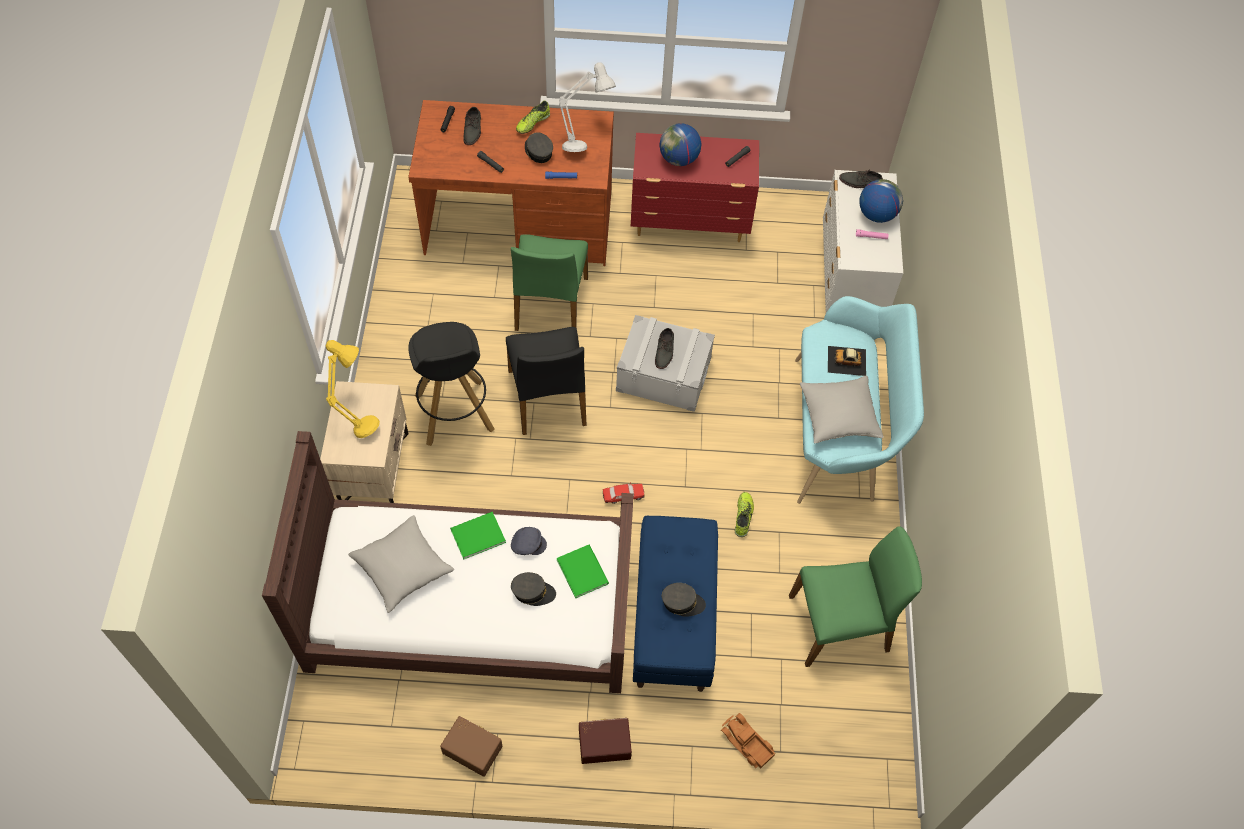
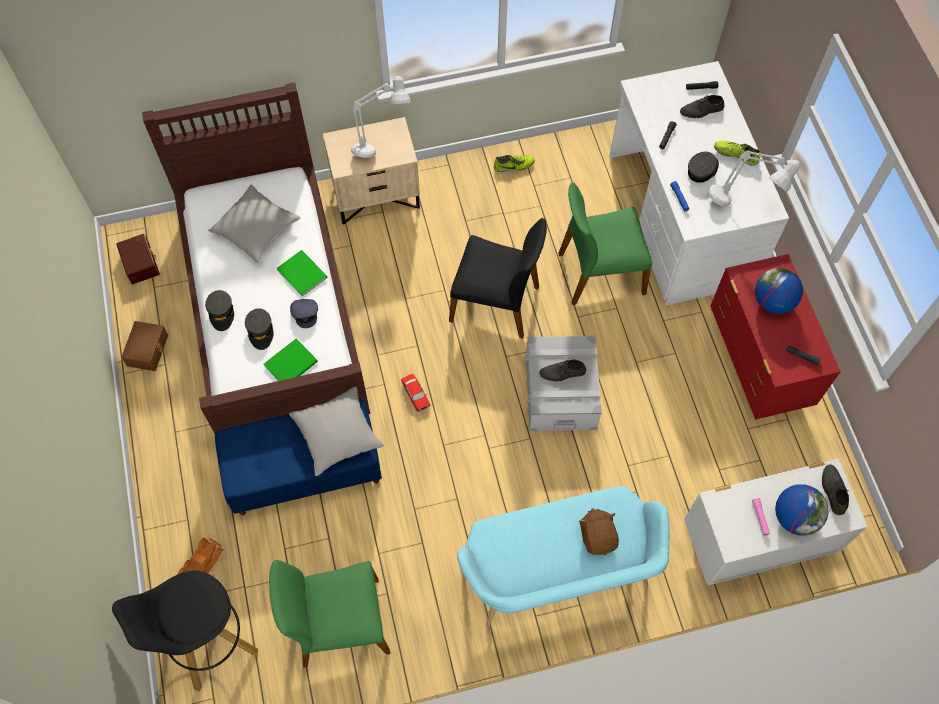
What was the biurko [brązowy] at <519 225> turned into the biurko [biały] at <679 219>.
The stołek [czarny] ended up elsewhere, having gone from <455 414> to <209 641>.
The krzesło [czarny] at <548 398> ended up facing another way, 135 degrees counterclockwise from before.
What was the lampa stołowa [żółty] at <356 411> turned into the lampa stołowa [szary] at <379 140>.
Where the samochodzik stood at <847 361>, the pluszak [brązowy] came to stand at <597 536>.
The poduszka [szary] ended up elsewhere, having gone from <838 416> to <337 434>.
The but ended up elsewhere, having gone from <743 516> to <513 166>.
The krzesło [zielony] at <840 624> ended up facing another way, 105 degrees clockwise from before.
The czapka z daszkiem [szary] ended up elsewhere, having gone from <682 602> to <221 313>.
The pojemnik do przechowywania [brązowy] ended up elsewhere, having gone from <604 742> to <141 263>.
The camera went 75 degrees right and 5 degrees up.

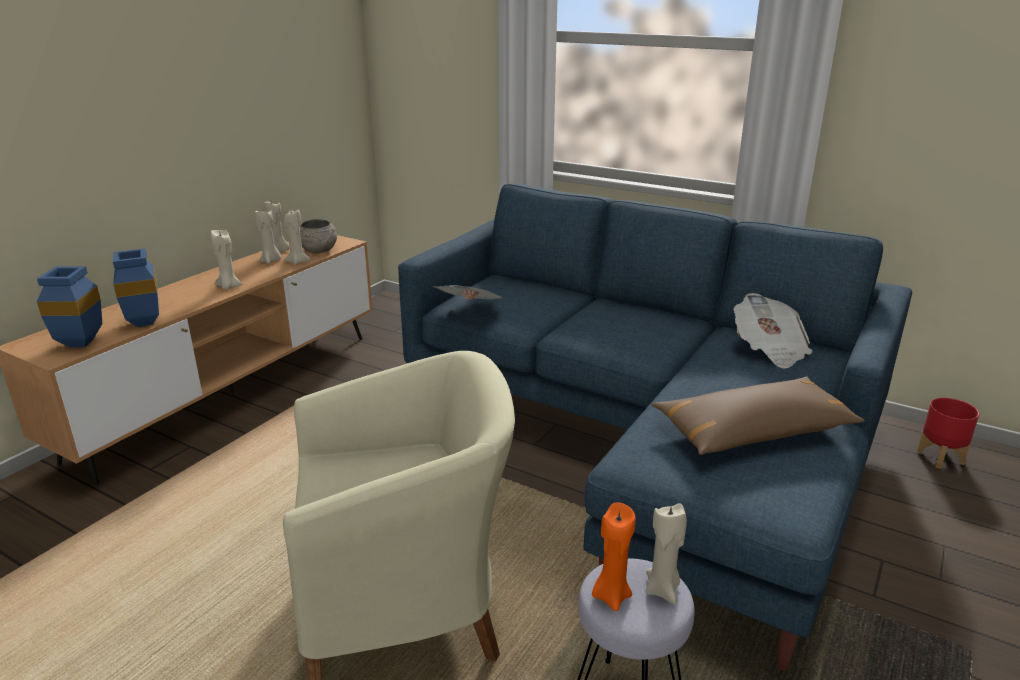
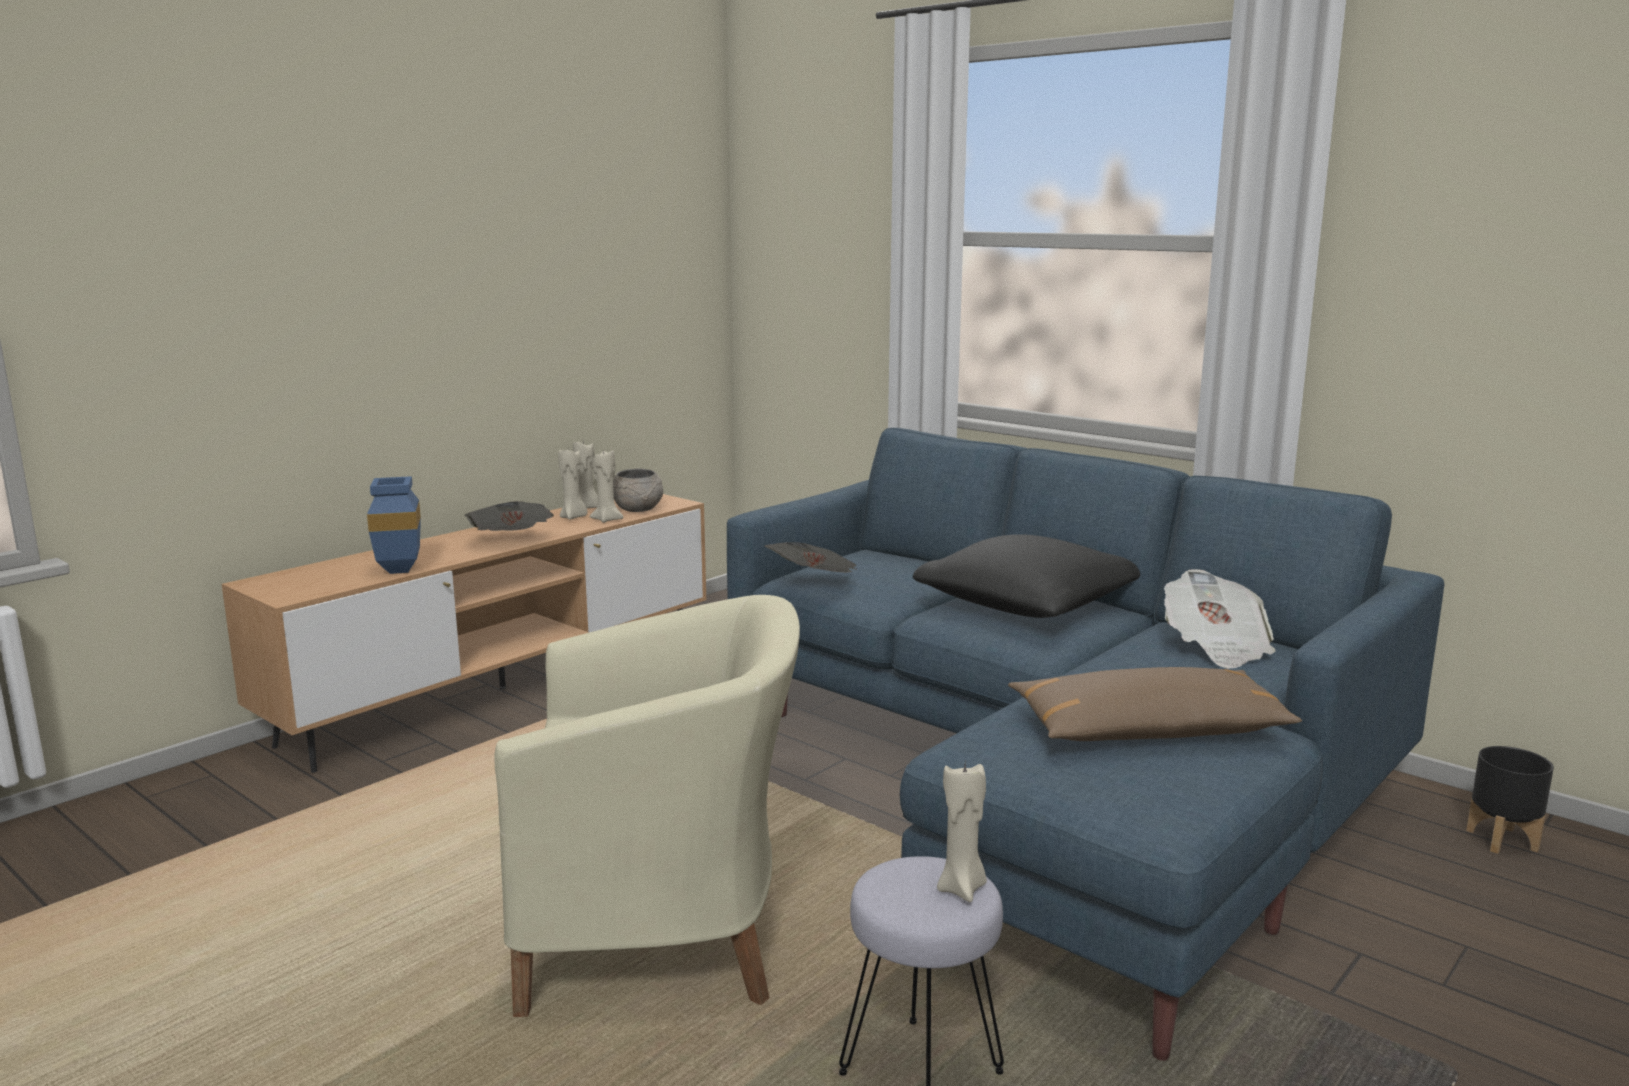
Where the świeca [beżowy] stood at <228 287>, the gazeta came to stand at <512 540>.
The second view lost the wazon [niebieski] at <81 345>.
What was the donica [czerwony] at <940 457> turned into the donica [czarny] at <1503 840>.
The second view lost the świeca [pomarańczowy] at <611 595>.
The second view gained the poduszka [czarny] at <1027 605>.
The camera went 10 degrees right and 10 degrees down.

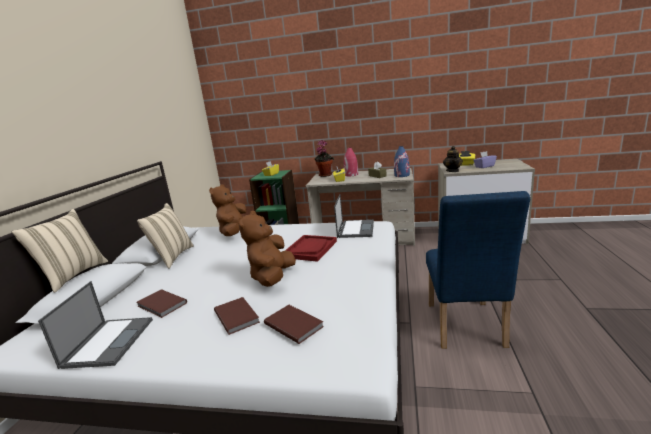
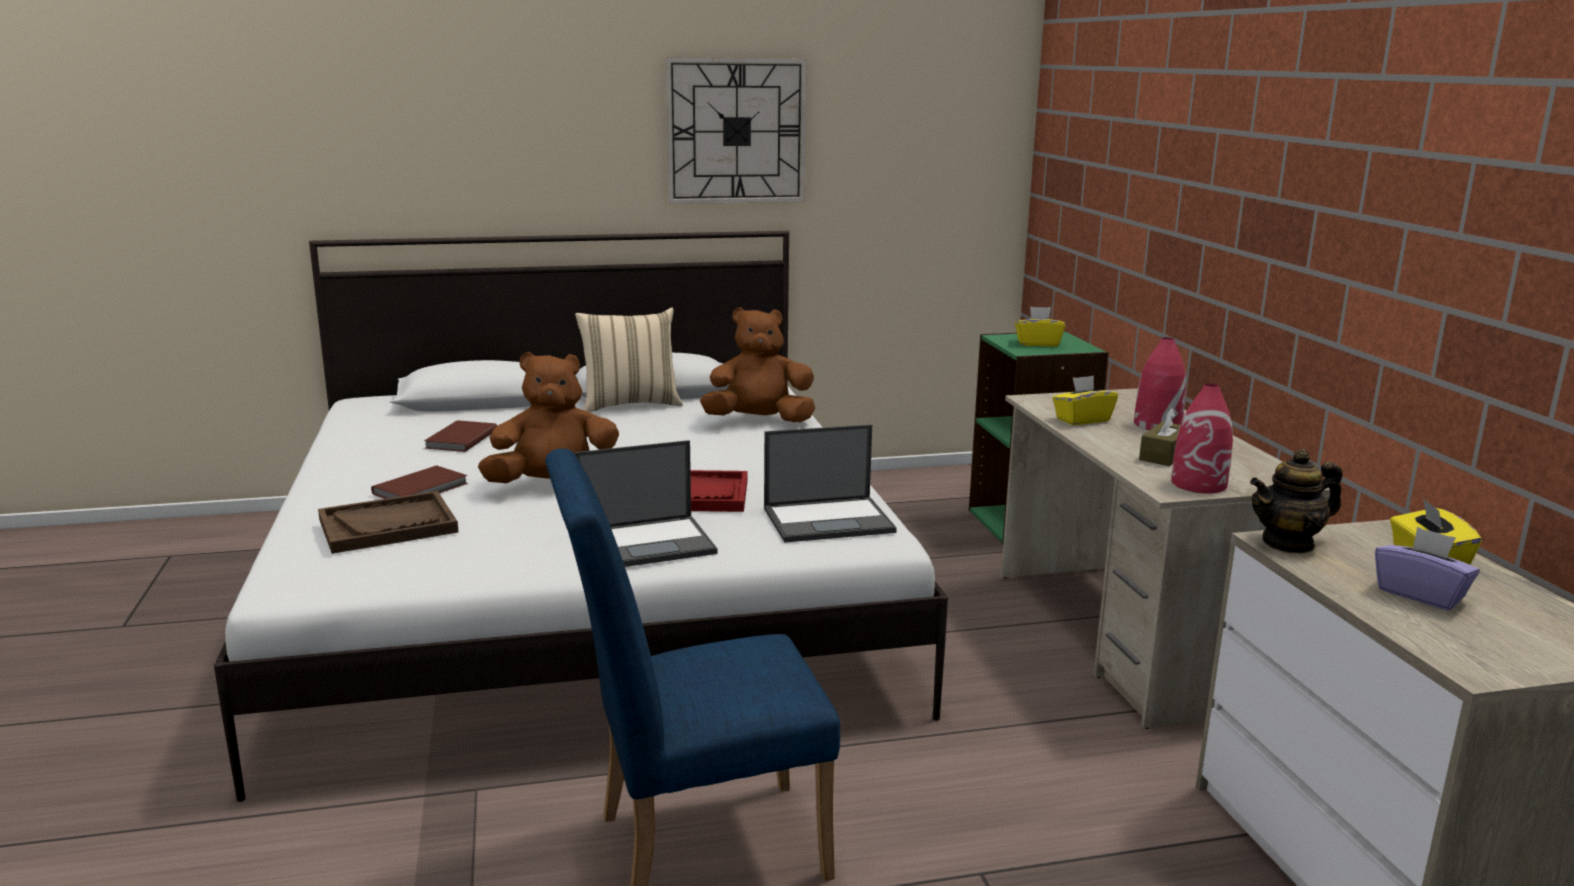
The second view lost the roślina doniczkowa at <325 175>.
What was the wazon [niebieski] at <402 175> turned into the wazon [czerwony] at <1199 484>.
The second view lost the poduszka [beżowy] at <73 276>.
The laptop ended up elsewhere, having gone from <109 341> to <648 543>.
Where the książka [brązowy] stood at <294 324>, the taca [brązowy] came to stand at <388 526>.
The second view gained the zegar ścienny at <736 131>.
The camera went 65 degrees right and 0 degrees up.

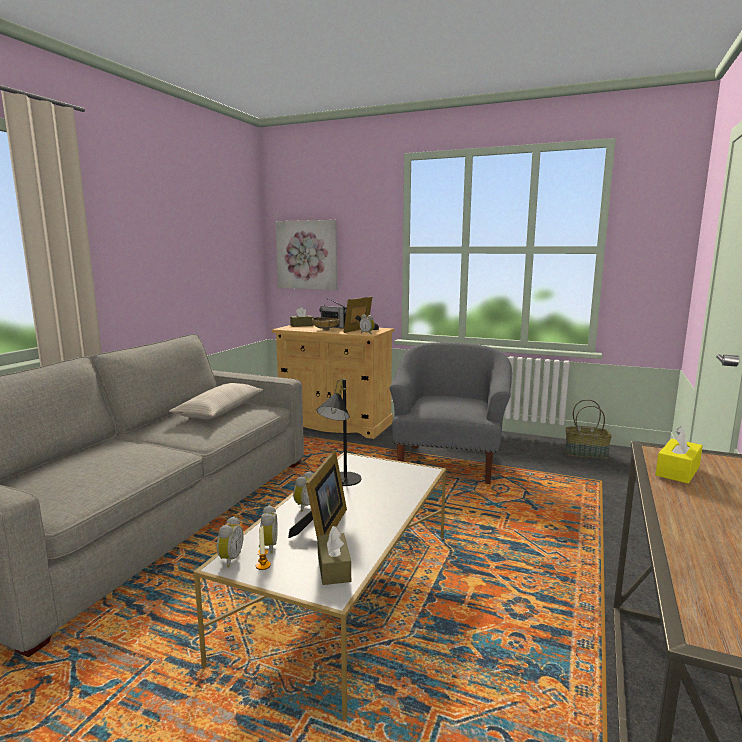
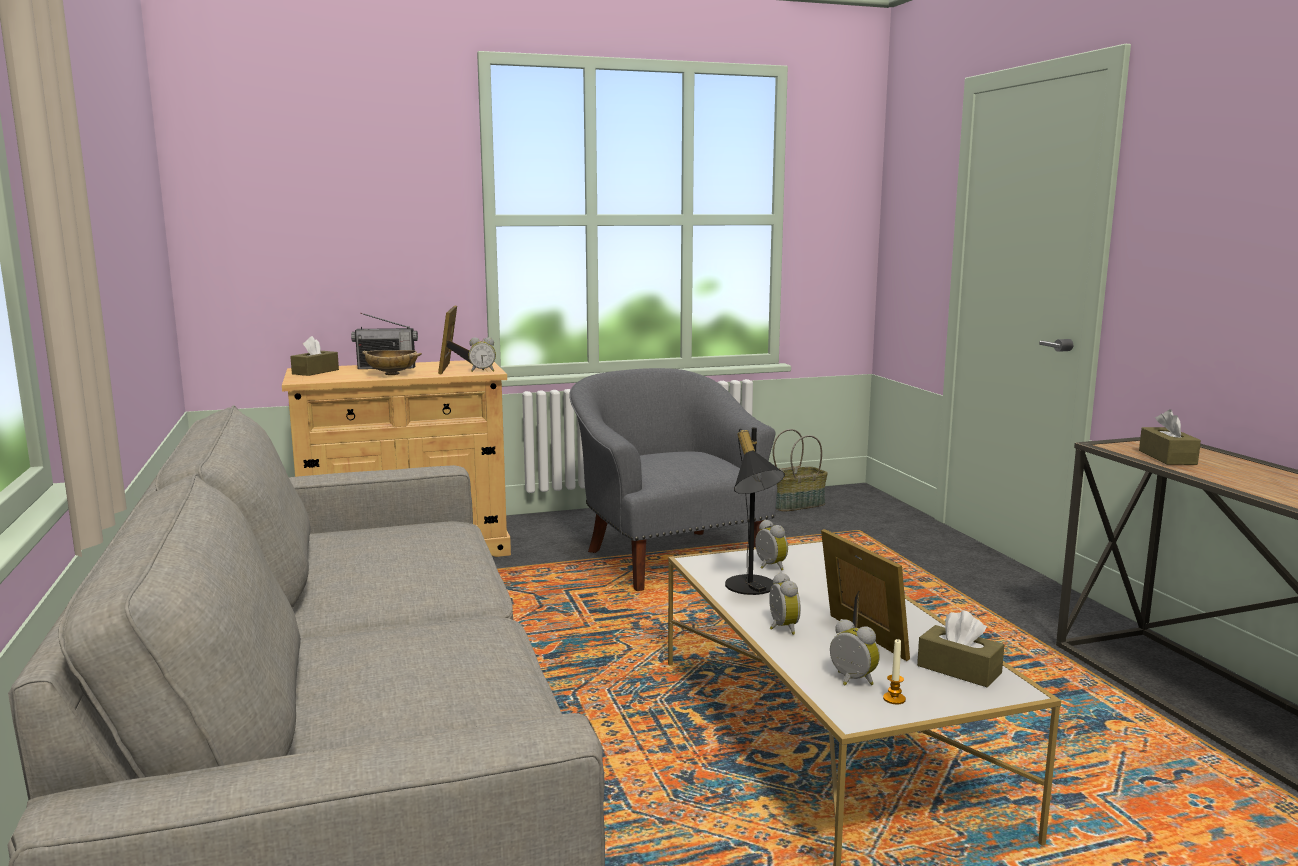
The second view lost the obraz at <307 255>.
The second view lost the poduszka [beżowy] at <220 410>.
What was the pudełko chusteczek [żółty] at <677 471> turned into the pudełko chusteczek [brązowy] at <1167 457>.
The budzik ended up elsewhere, having gone from <229 559> to <769 567>.
The camera went 40 degrees left and 0 degrees up.

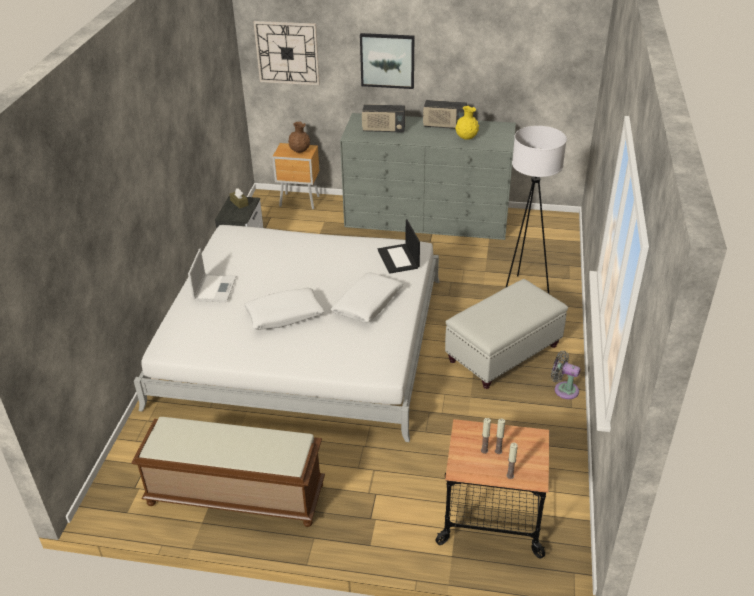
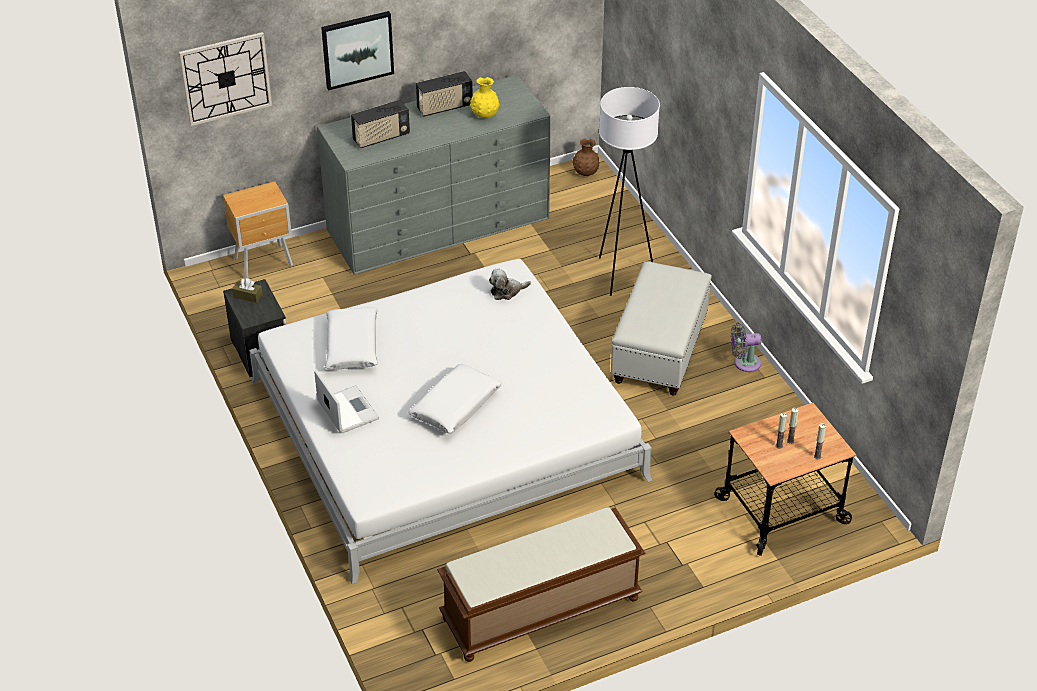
The wazon [brązowy] ended up elsewhere, having gone from <300 151> to <585 173>.
Where the laptop stood at <399 259>, the pluszak came to stand at <507 291>.
The poduszka [biały] ended up elsewhere, having gone from <368 304> to <352 345>.
The camera went 35 degrees left and 5 degrees up.

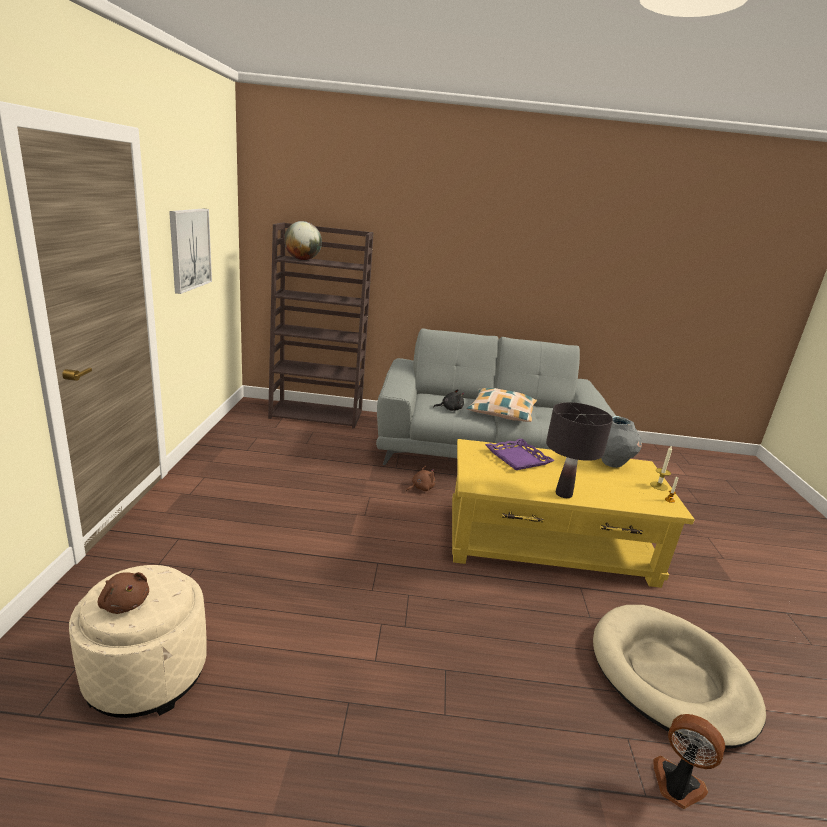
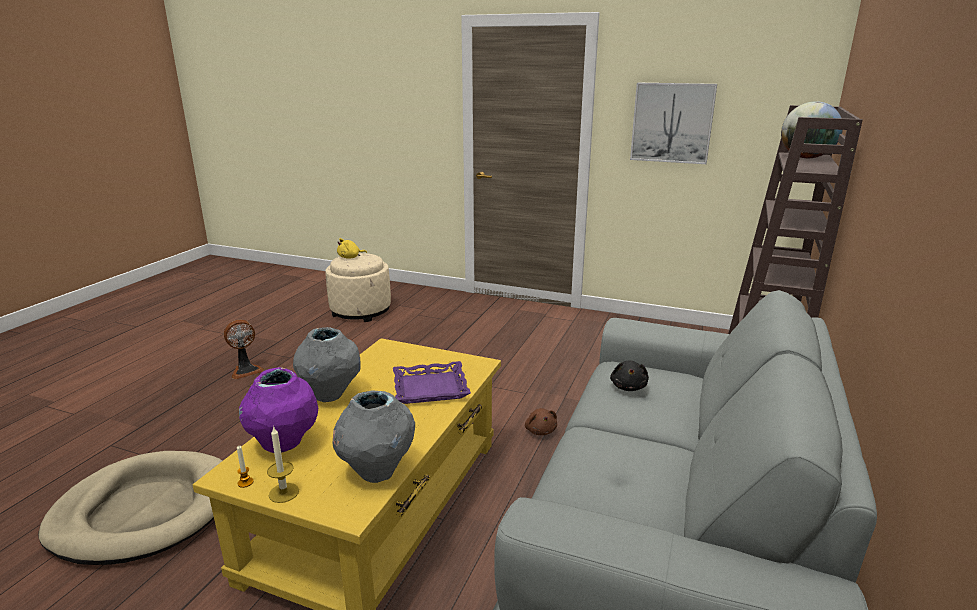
The second view lost the poduszka at <501 412>.
Where the lampa stołowa [czarny] stood at <564 494>, the wazon [szary] came to stand at <330 394>.
What was the pluszak [brązowy] at <124 603> turned into the pluszak [żółty] at <350 257>.
The wentylator ended up elsewhere, having gone from <676 786> to <246 370>.
The second view gained the wazon [fioletowy] at <284 444>.
The camera went 110 degrees right and 0 degrees up.

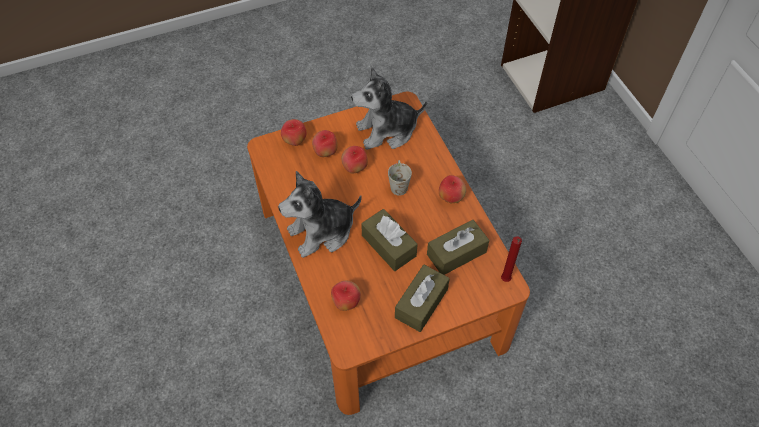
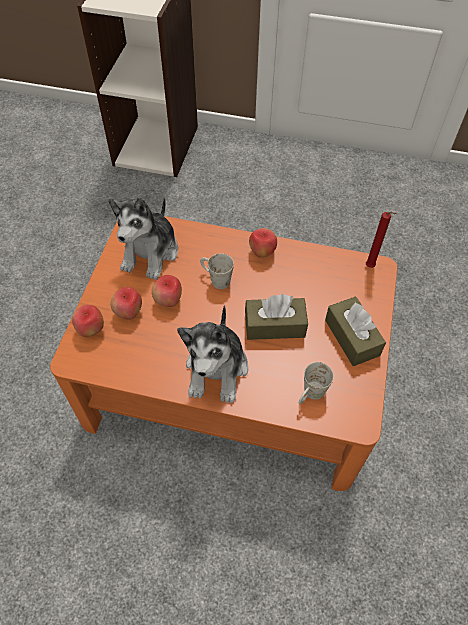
The second view lost the pudełko chusteczek [brązowy] at <456 253>.
Where the jabłko stood at <346 303>, the kubek [biały] came to stand at <310 395>.
The camera went 55 degrees left and 0 degrees up.

